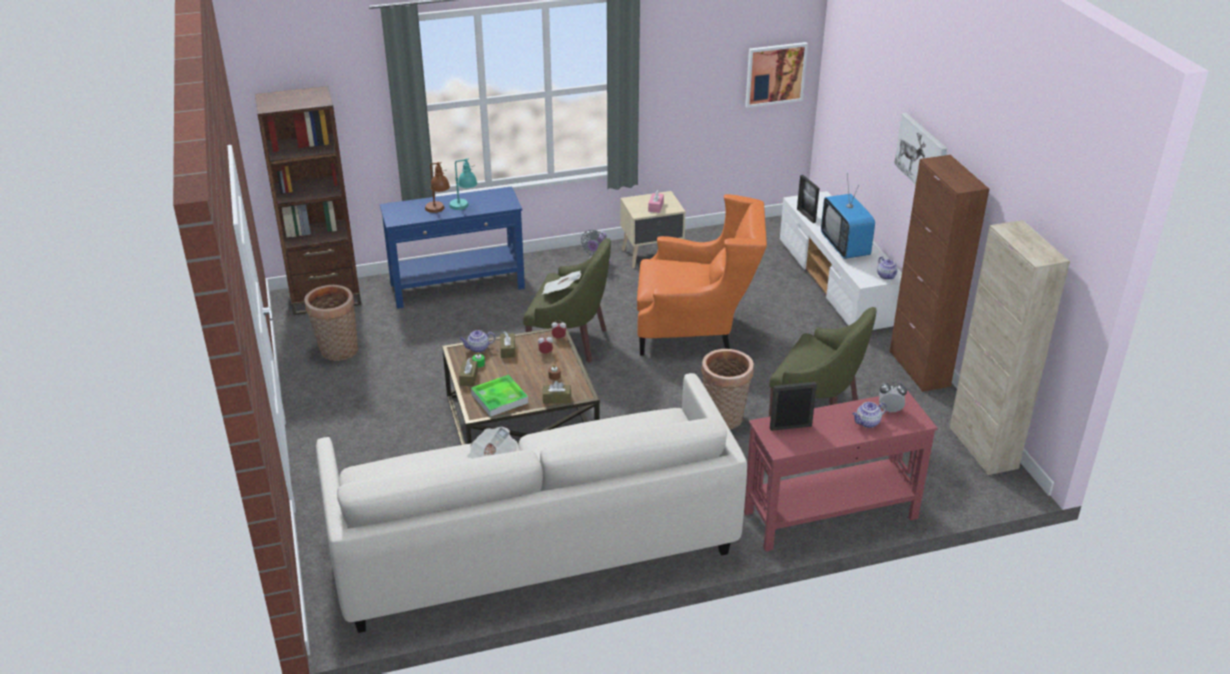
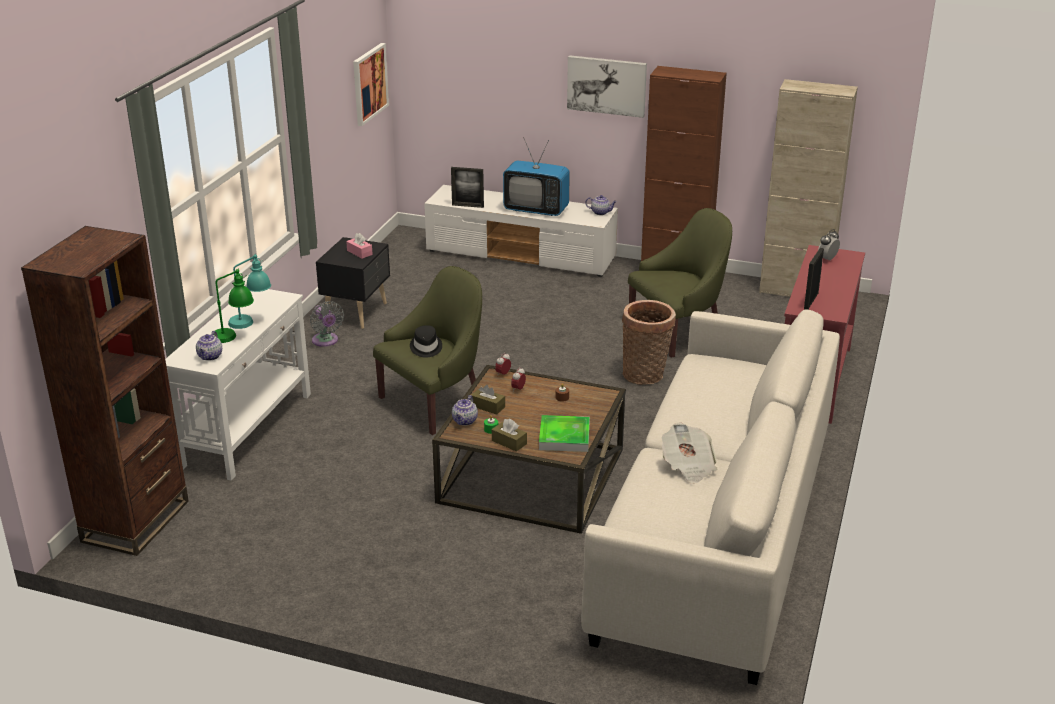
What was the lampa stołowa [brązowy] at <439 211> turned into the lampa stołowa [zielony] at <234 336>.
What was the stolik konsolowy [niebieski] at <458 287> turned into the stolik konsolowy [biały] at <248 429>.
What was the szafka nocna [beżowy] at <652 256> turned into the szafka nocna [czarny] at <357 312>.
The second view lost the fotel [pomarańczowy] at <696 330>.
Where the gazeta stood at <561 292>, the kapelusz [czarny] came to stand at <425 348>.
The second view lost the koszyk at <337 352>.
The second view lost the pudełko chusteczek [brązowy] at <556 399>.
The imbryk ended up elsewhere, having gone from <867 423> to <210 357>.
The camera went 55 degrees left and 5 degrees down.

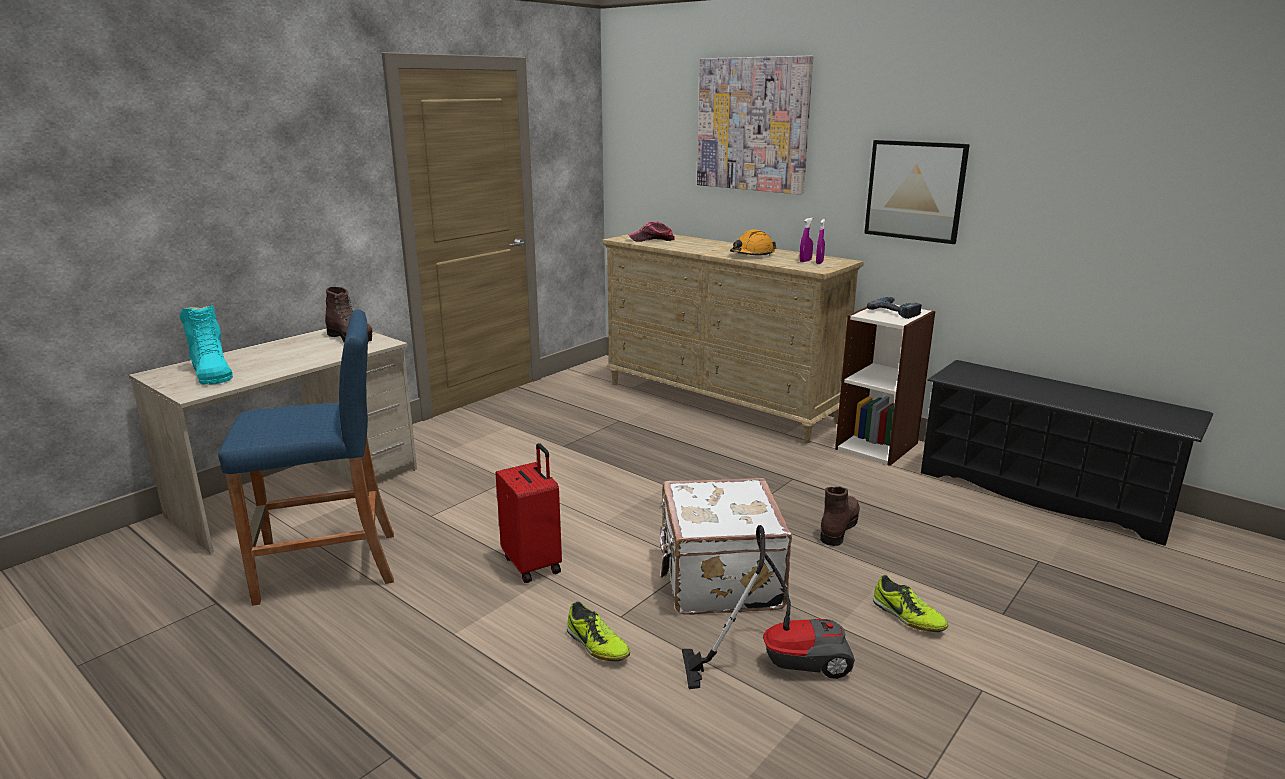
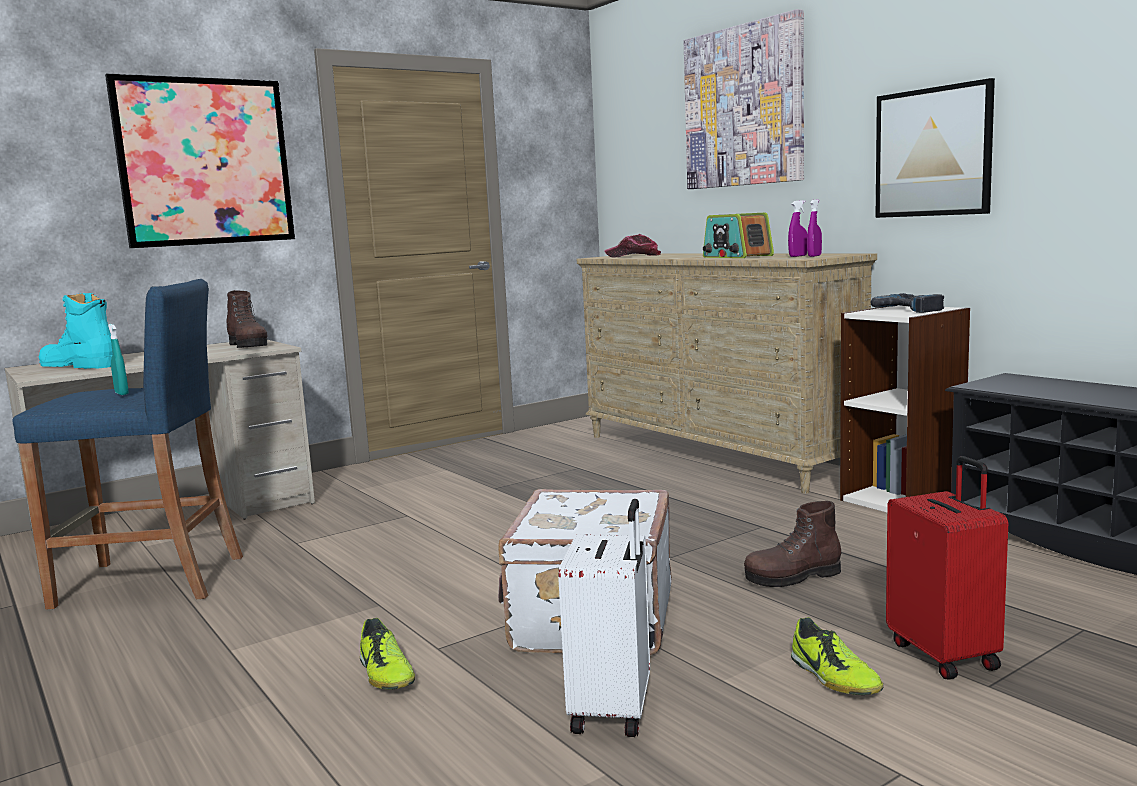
Where the kask [pomarańczowy] stood at <752 255>, the radio came to stand at <736 256>.
The but z cholewką [turkusowy] at <211 373> ended up facing another way, 135 degrees clockwise from before.
The walizka [czerwony] ended up elsewhere, having gone from <533 564> to <945 654>.
The but z cholewką [brązowy] at <838 527> ended up facing another way, 150 degrees counterclockwise from before.
Where the odkurzacz stood at <780 660>, the walizka [biały] came to stand at <614 710>.
The second view gained the obraz at <205 162>.
The second view gained the spryskiwacz [turkusowy] at <121 393>.
The camera went 15 degrees right and 10 degrees down.

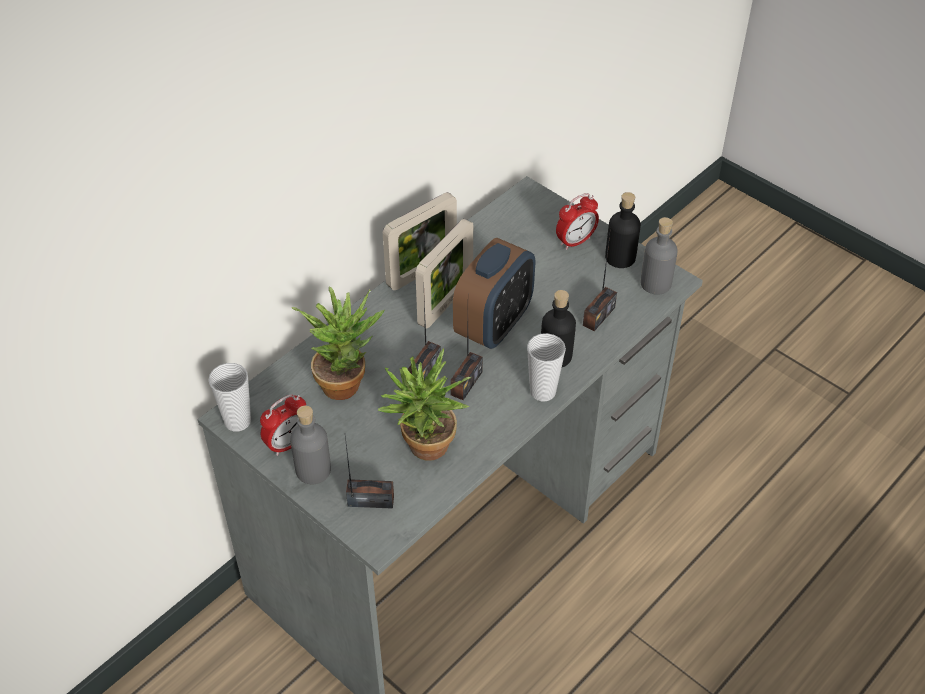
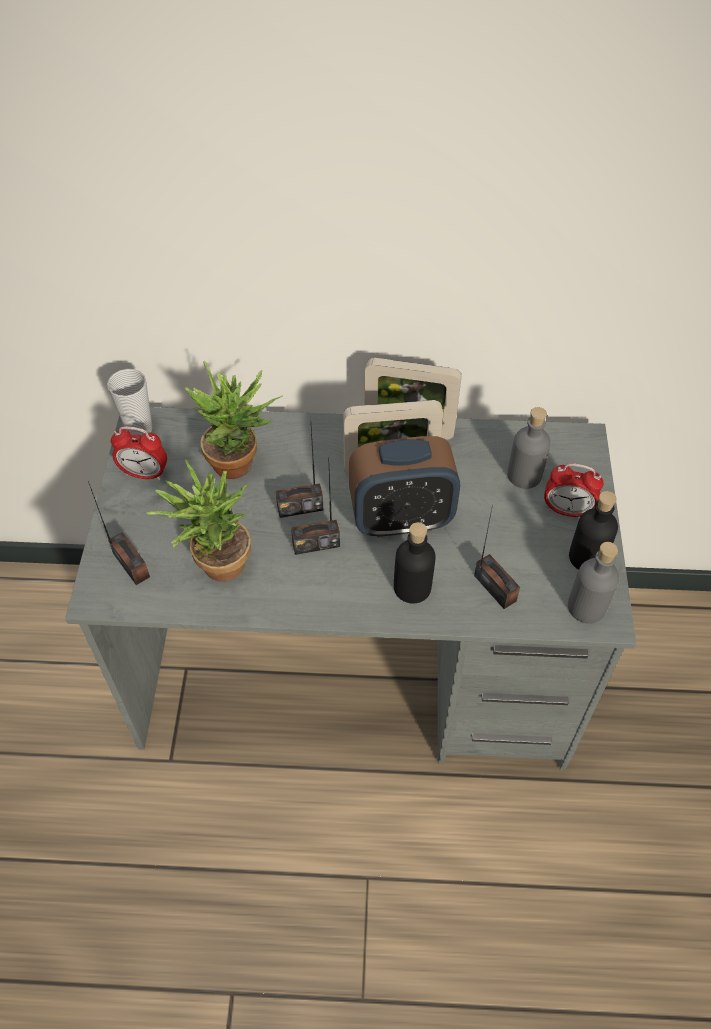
The radio at <598 316> ended up facing another way, 120 degrees counterclockwise from before.
The second view lost the filiżanka at <542 391>.
The butelka [szary] ended up elsewhere, having gone from <313 470> to <524 475>.
The camera went 50 degrees right and 5 degrees up.

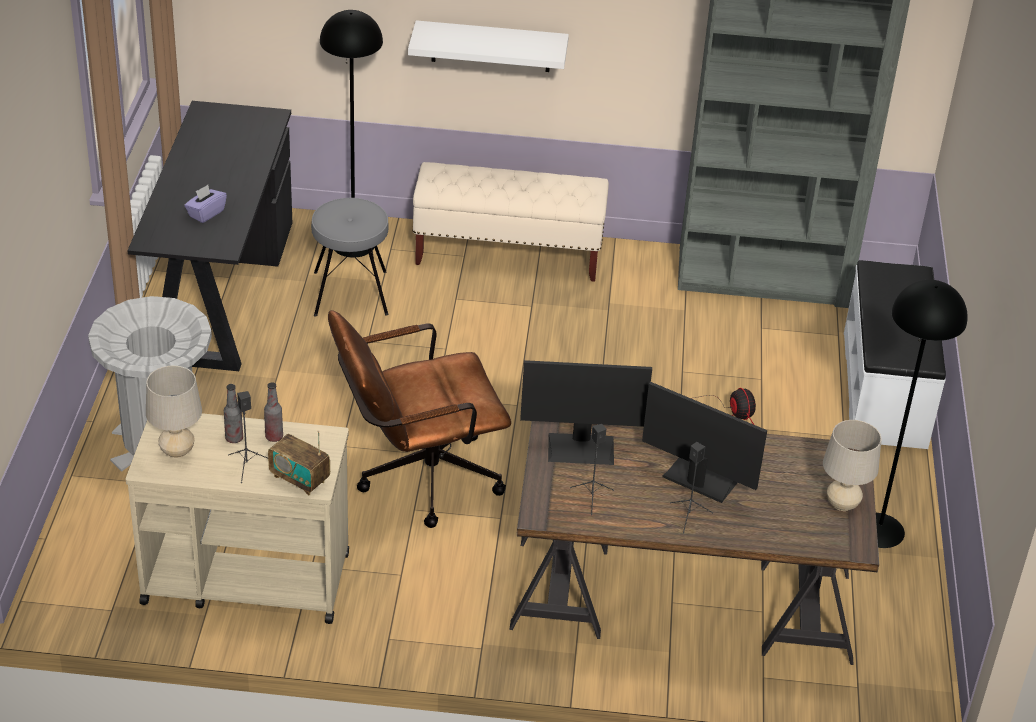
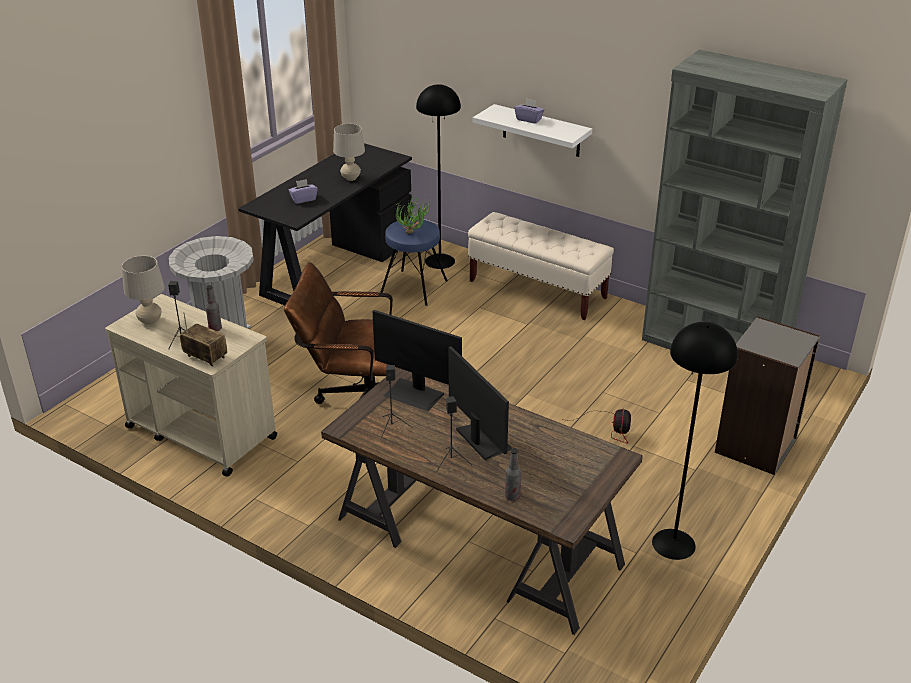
What was the stołek [szary] at <351 293> turned into the stołek [niebieski] at <414 288>.
Where the ławka [biały] stood at <885 389>, the regał [szary] came to stand at <756 446>.
The butelka ended up elsewhere, having gone from <234 438> to <512 496>.
The lampa stołowa [beżowy] ended up elsewhere, having gone from <842 504> to <350 178>.
The radio at <299 479> ended up facing another way, 150 degrees clockwise from before.
The second view gained the pudełko chusteczek [fioletowy] at <529 119>.
The second view gained the roślina doniczkowa at <413 234>.
The camera went 30 degrees right and 5 degrees down.

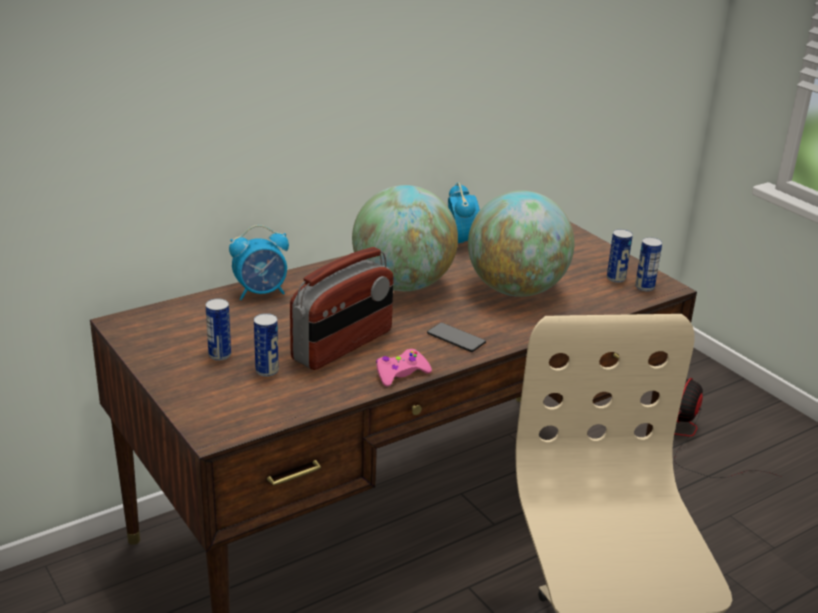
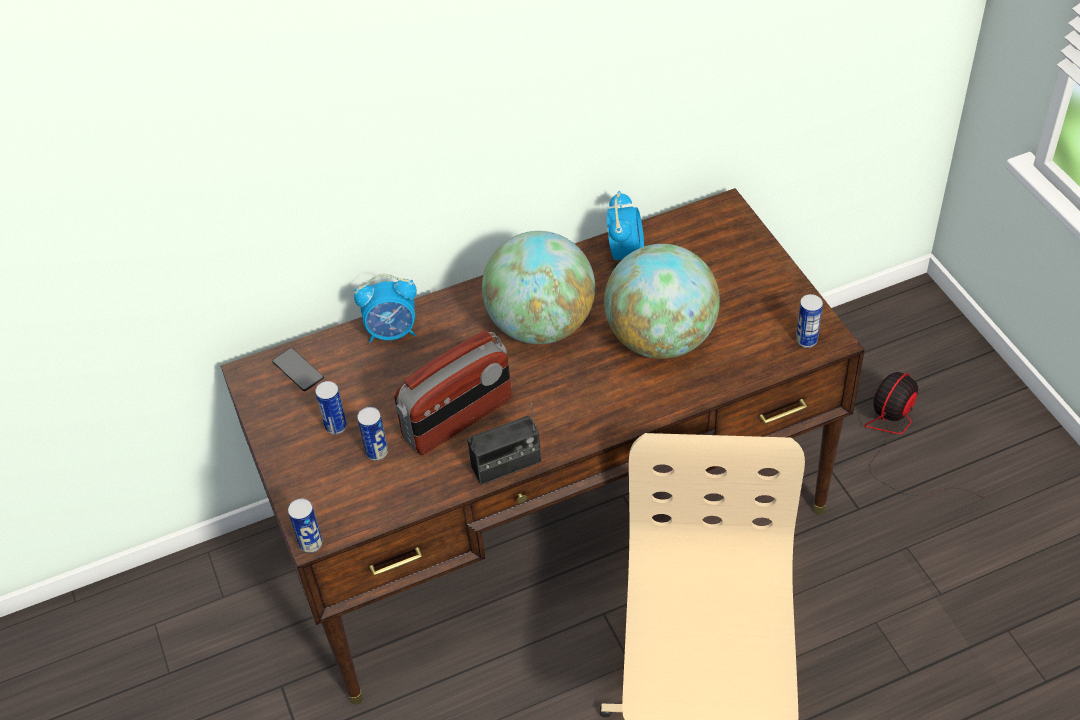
The puszka ended up elsewhere, having gone from <616 278> to <311 544>.
The telefon ended up elsewhere, having gone from <456 338> to <298 370>.
Where the pad do gier [różowy] stood at <401 373>, the radio came to stand at <506 464>.
The camera went 15 degrees right and 20 degrees up.

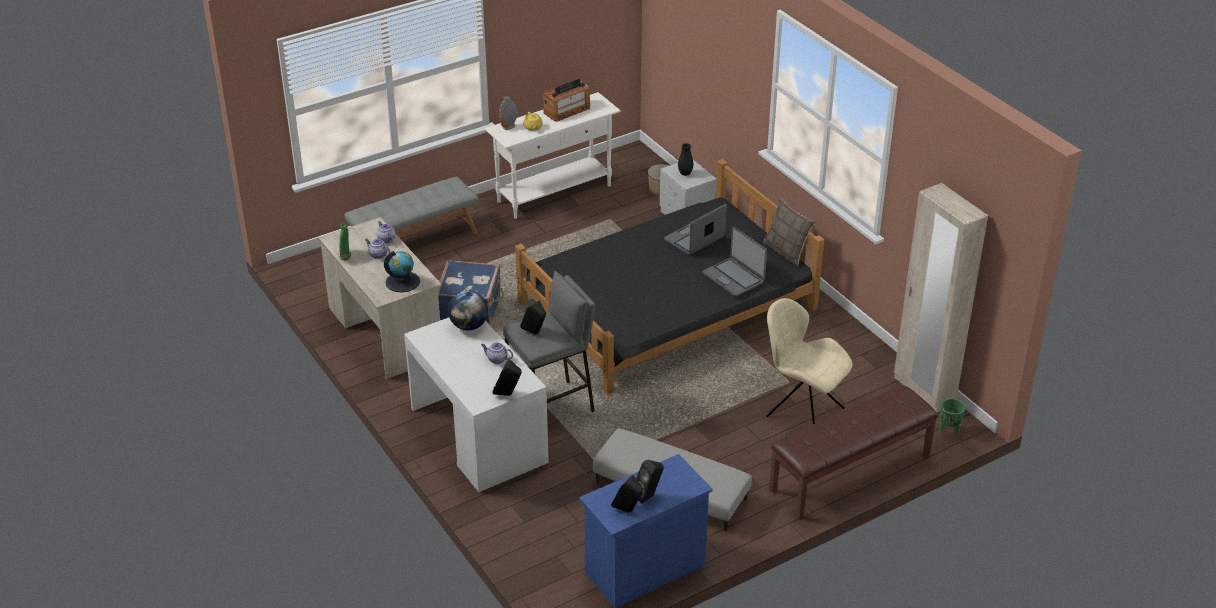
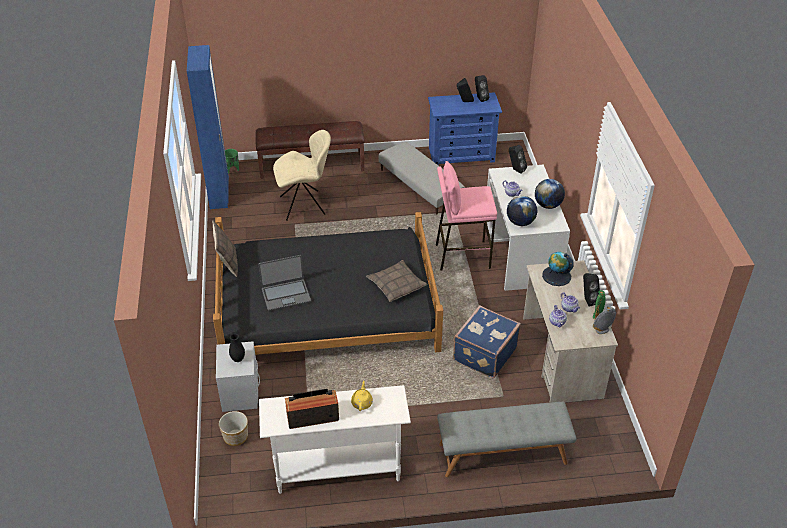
The wazon [szary] ended up elsewhere, having gone from <509 127> to <602 330>.
What was the szafa [beżowy] at <923 391> turned into the szafa [niebieski] at <219 194>.
The second view lost the laptop at <733 278>.
What was the stołek [szary] at <552 408> turned into the stołek [różowy] at <462 256>.
The krzesło [beżowy] at <802 411> ended up facing another way, 75 degrees counterclockwise from before.
The głośnik [czarny] ended up elsewhere, having gone from <535 333> to <587 300>.
The second view gained the globus at <548 205>.
The second view gained the poduszka at <396 285>.
The camera went 155 degrees left and 5 degrees up.

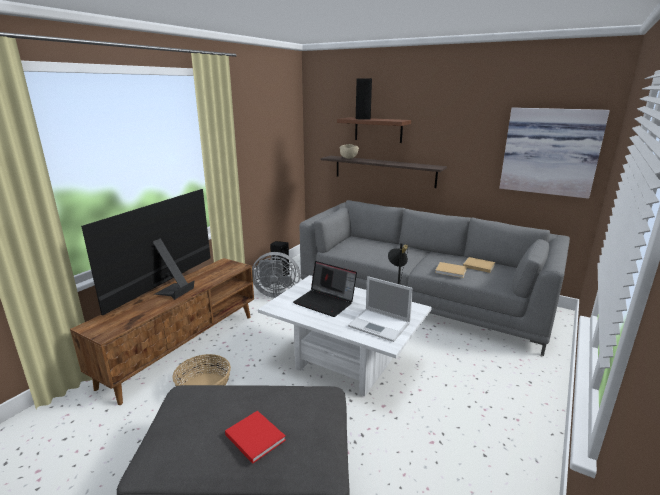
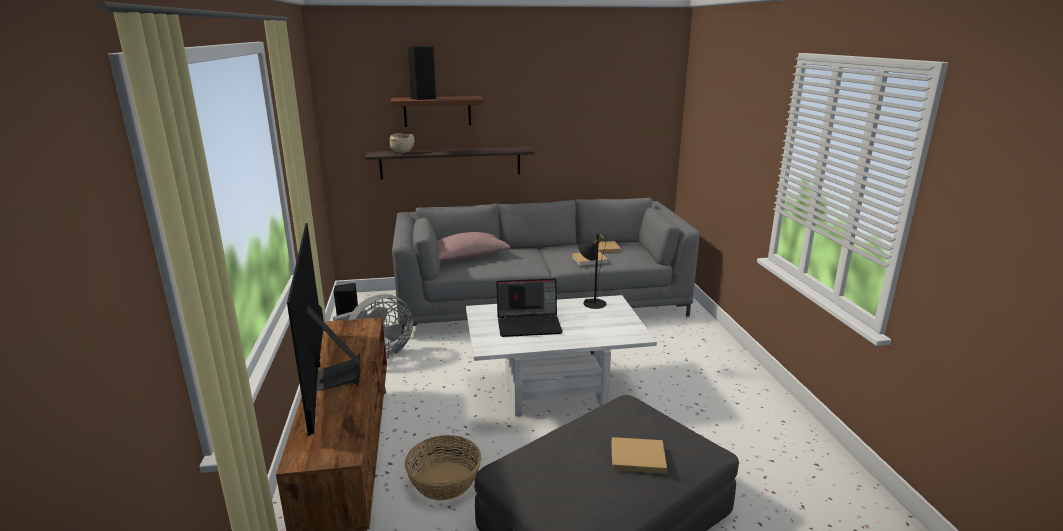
The second view lost the obraz at <550 151>.
The second view lost the laptop at <380 325>.
What was the książka [czerwony] at <254 436> turned into the książka [beżowy] at <636 457>.
The second view gained the poduszka [różowy] at <467 257>.
The camera went 40 degrees left and 0 degrees up.

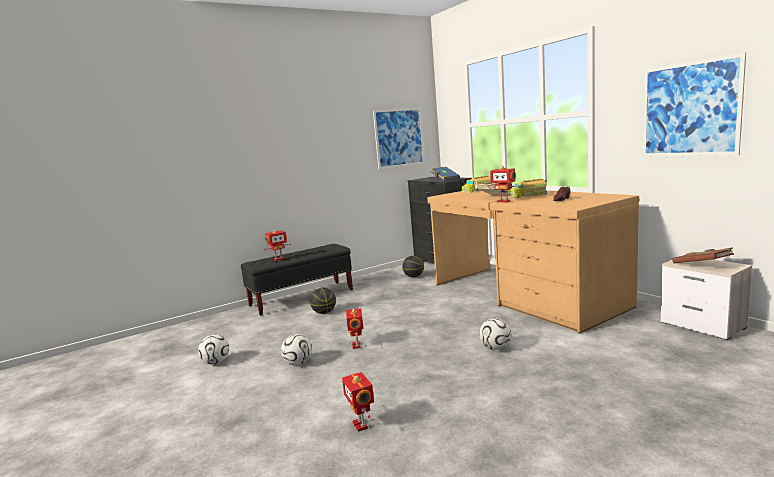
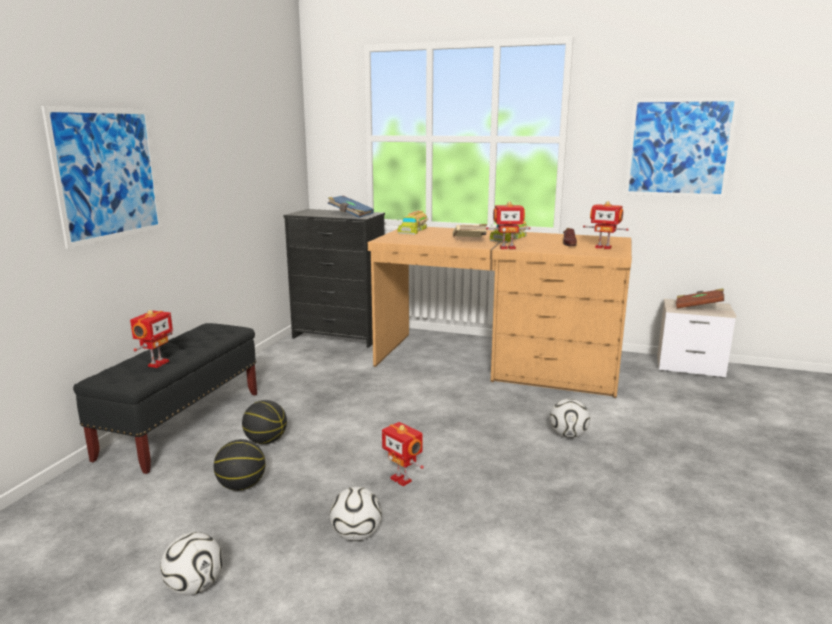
The obraz ended up elsewhere, having gone from <399 137> to <108 174>.
The piłka do koszykówki ended up elsewhere, having gone from <414 276> to <242 486>.
The robot zabawkowy ended up elsewhere, having gone from <361 425> to <603 247>.
The camera went 40 degrees left and 5 degrees up.

